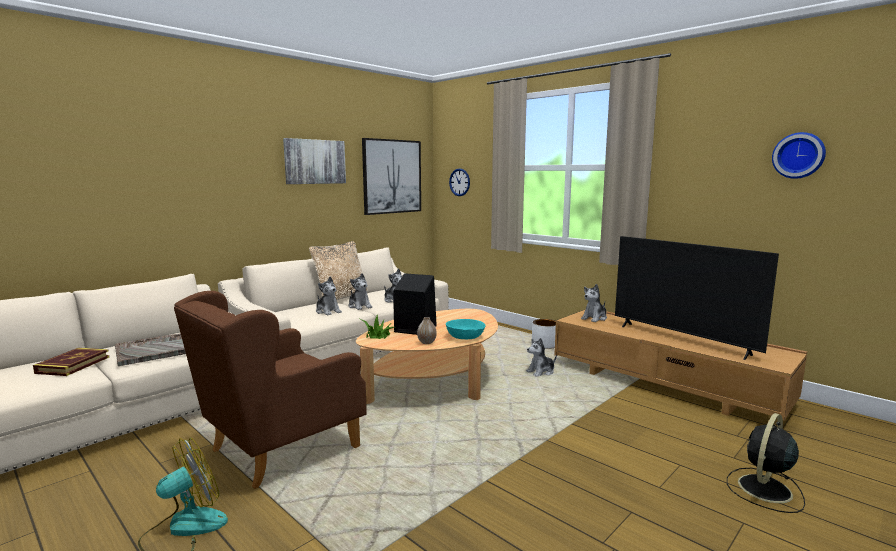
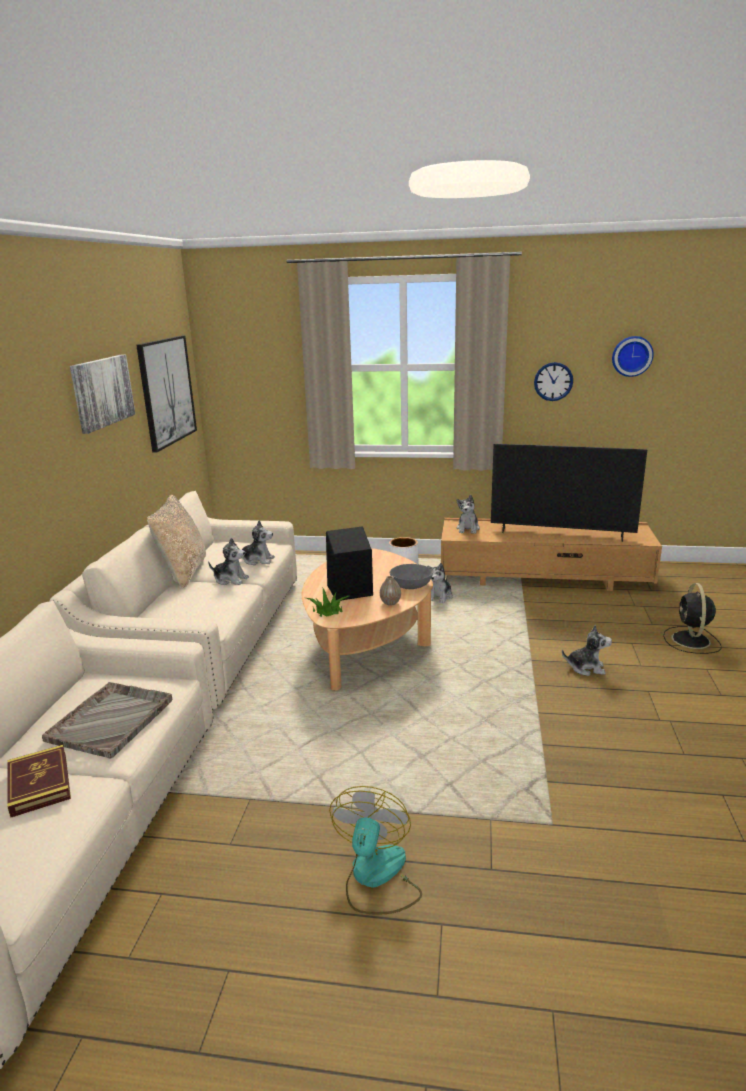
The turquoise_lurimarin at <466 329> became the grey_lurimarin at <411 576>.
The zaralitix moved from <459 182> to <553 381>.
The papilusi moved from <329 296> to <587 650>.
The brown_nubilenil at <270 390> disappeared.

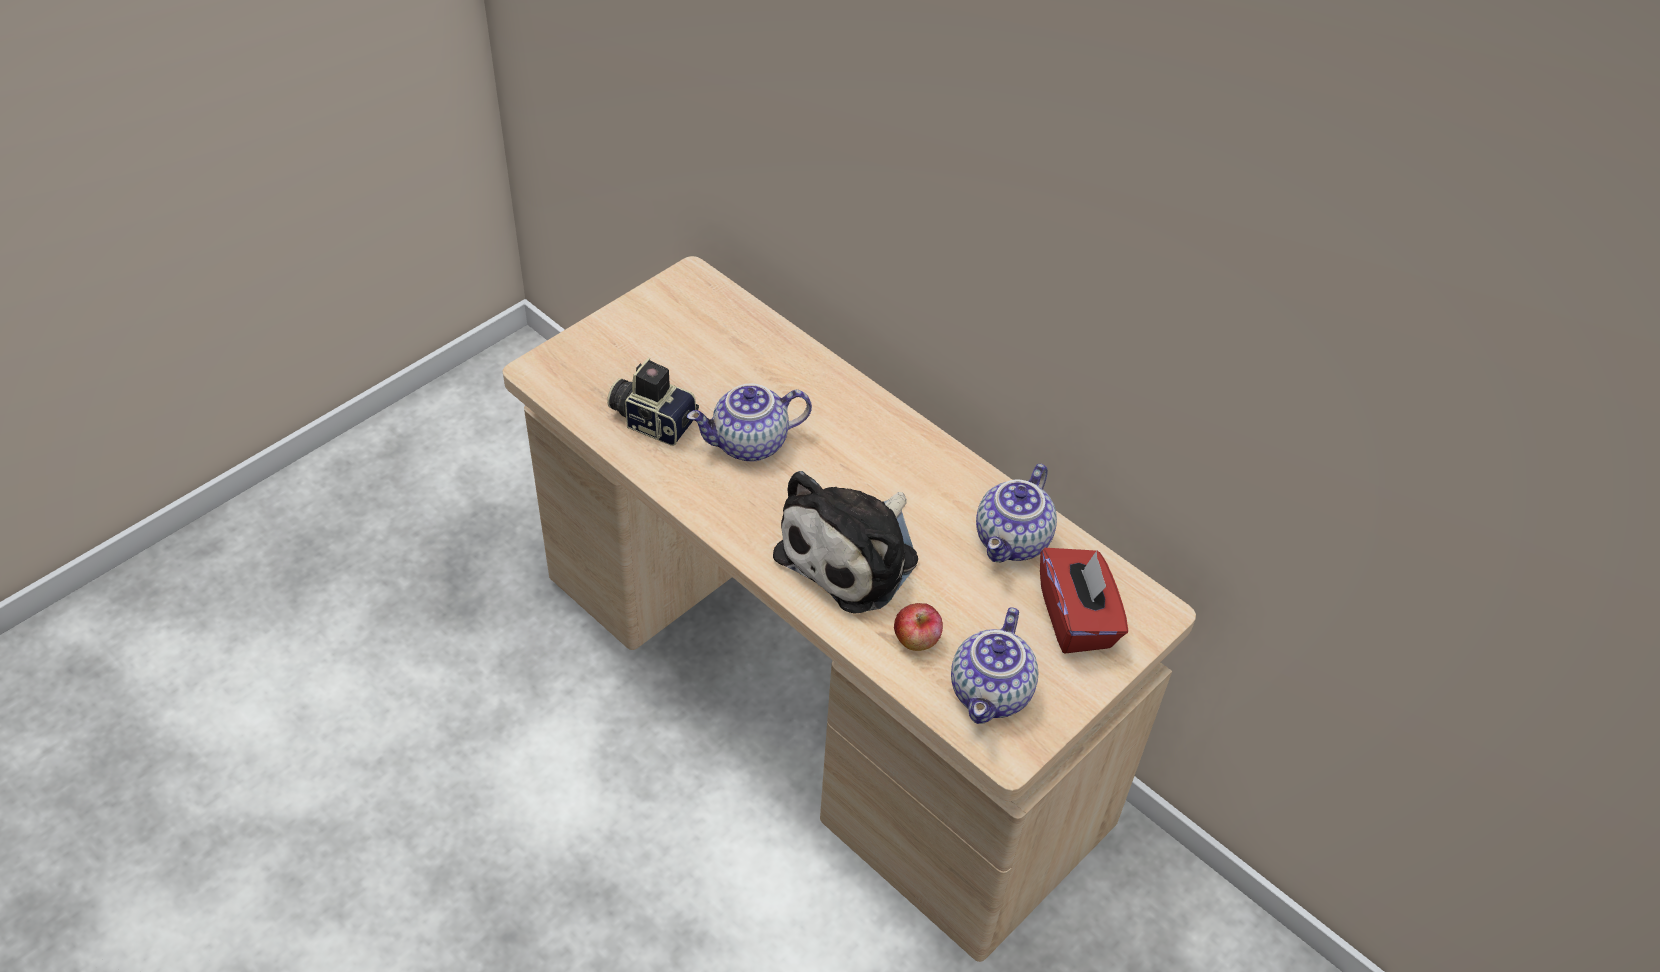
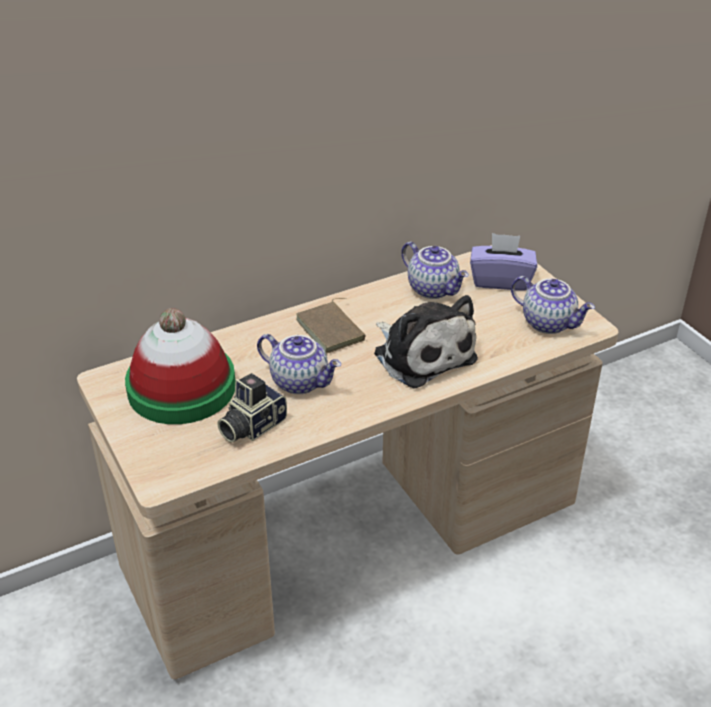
The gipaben at <180 366> appeared.
The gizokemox at <749 423> turned 60 degrees counterclockwise.
The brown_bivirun at <331 325> appeared.
The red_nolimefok at <1084 601> became the purple_nolimefok at <503 262>.
The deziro at <918 627> disappeared.

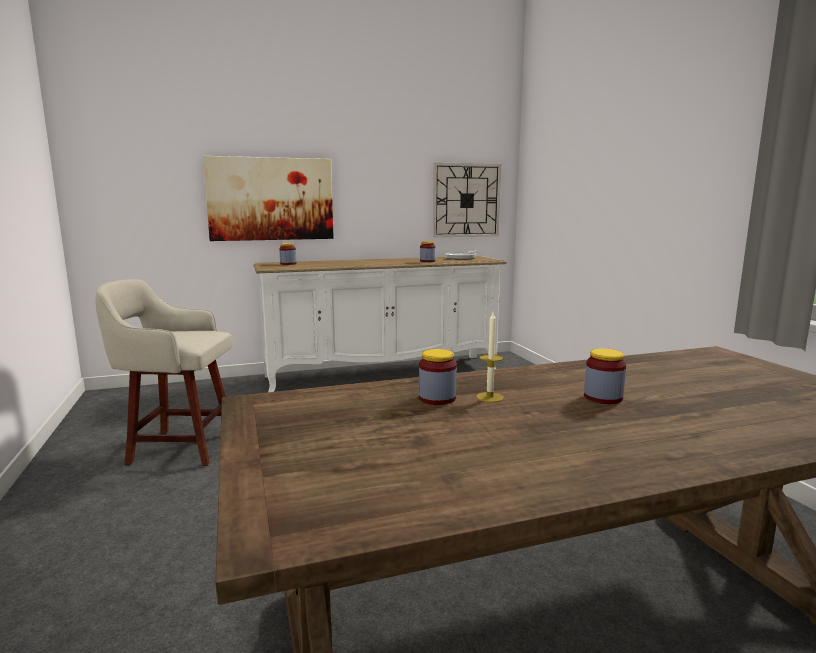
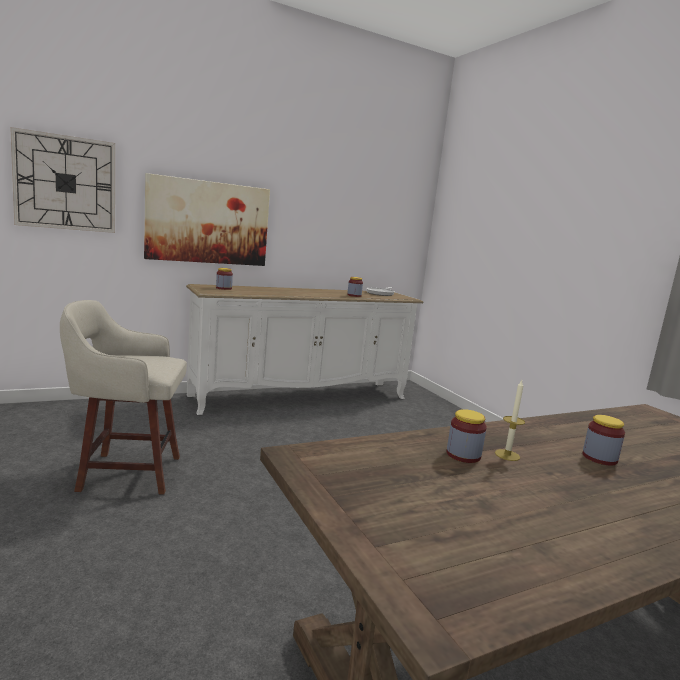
The zaralitix moved from <467 200> to <62 180>.

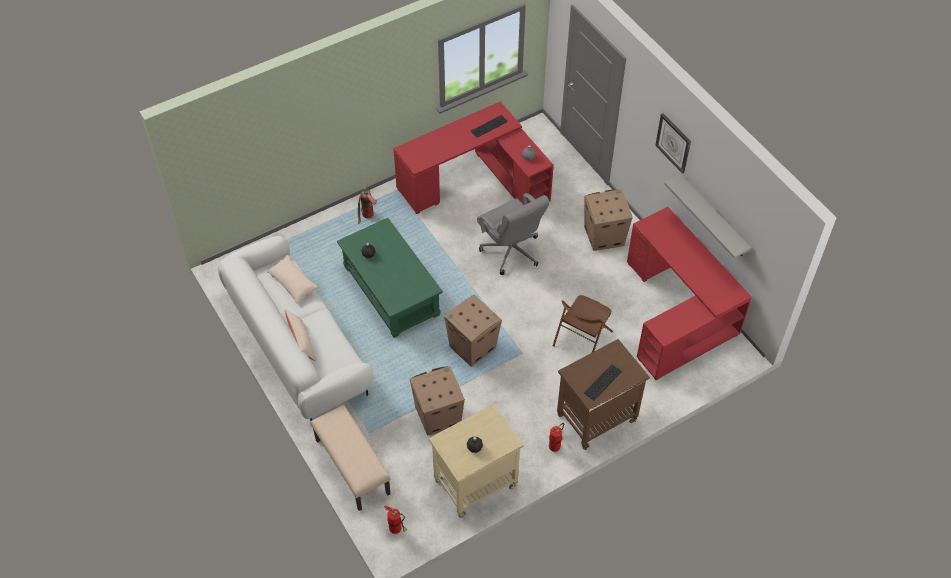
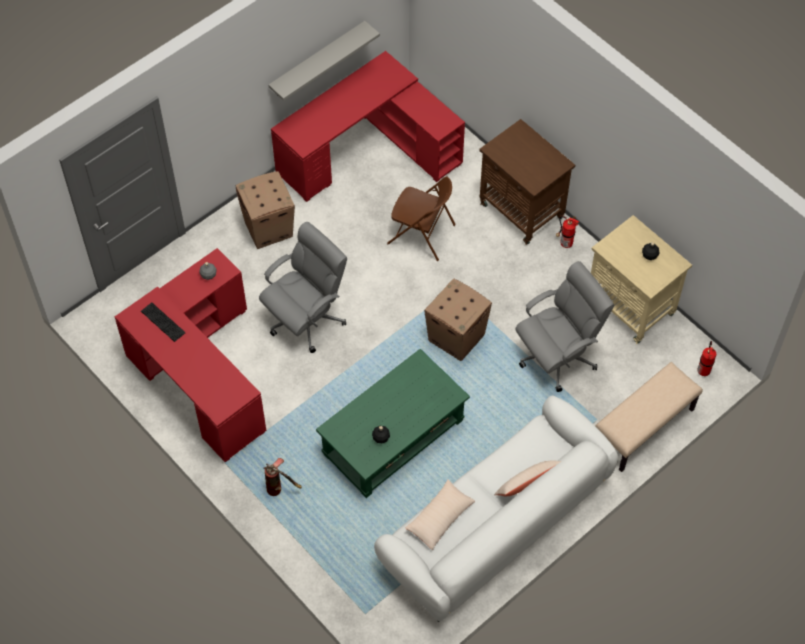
The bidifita at <437 401> was replaced by the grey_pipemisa at <565 326>.
The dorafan at <603 382> disappeared.
The zaralitix at <673 143> disappeared.

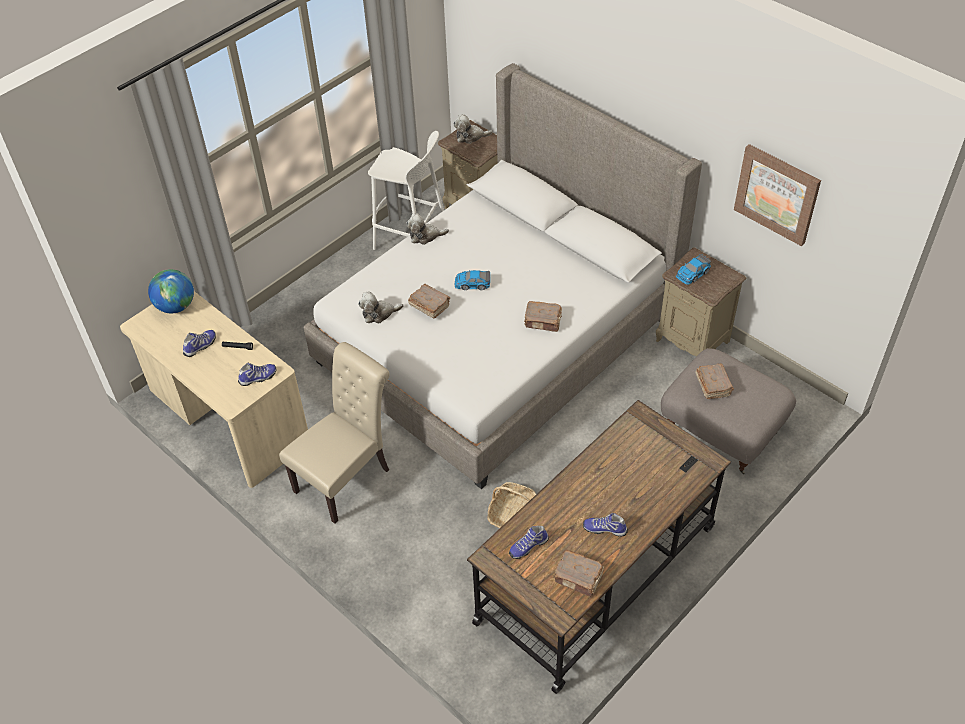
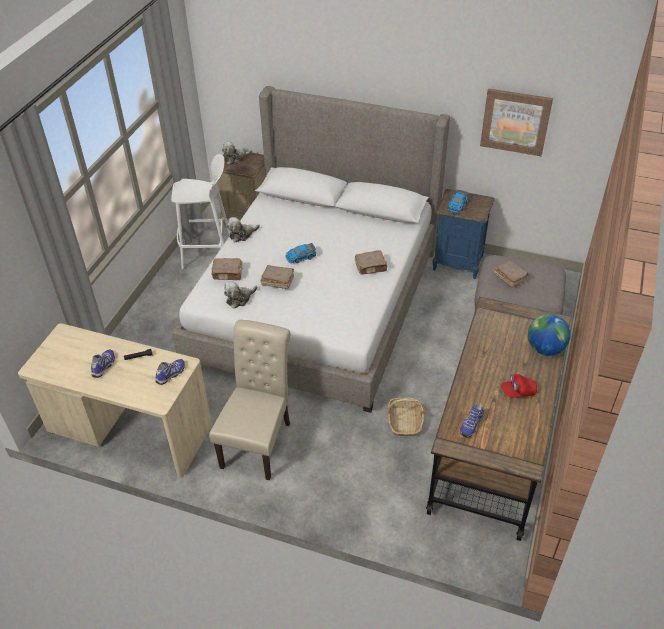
The brown_bivirun moved from <578 573> to <226 269>.
The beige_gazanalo at <701 301> became the blue_gazanalo at <463 234>.
The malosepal at <605 524> was replaced by the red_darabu at <519 386>.
The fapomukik moved from <171 291> to <549 335>.

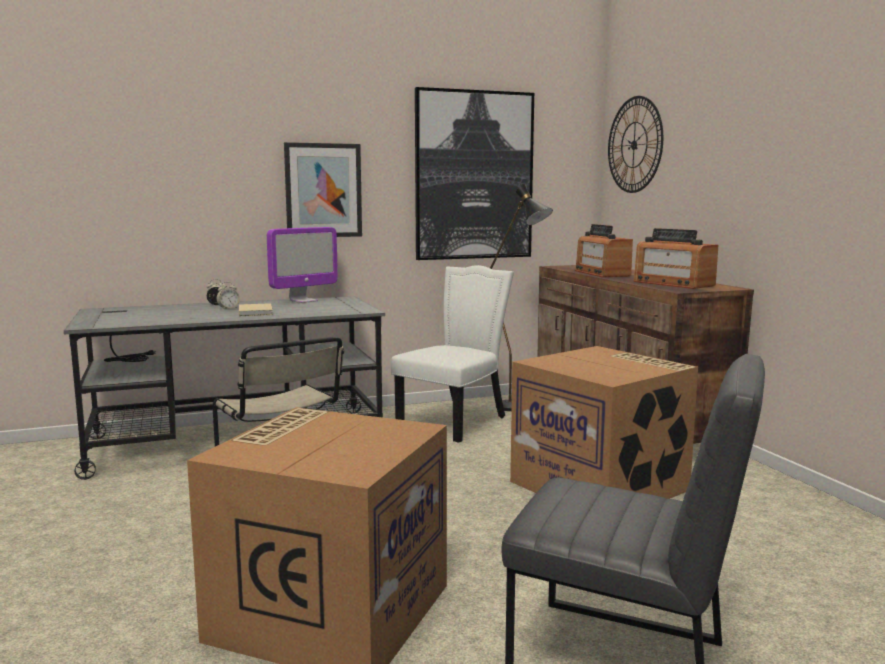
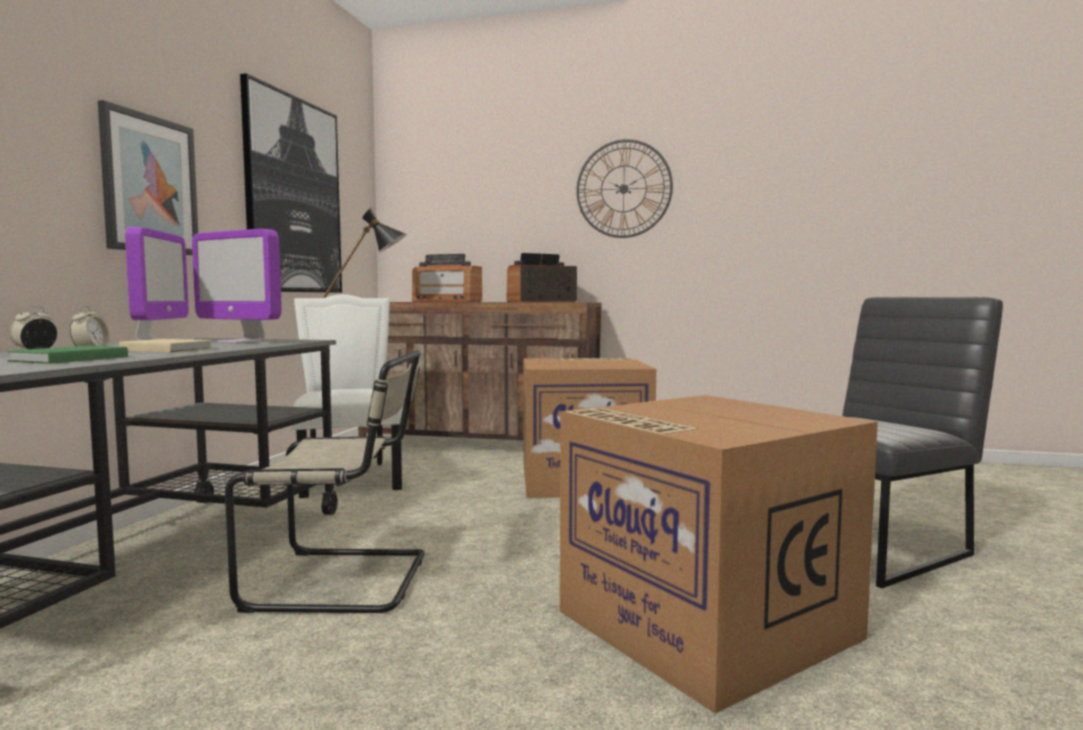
The green_bivirun at <67 355> appeared.
The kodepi at <237 286> appeared.
The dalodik at <676 258> turned 150 degrees clockwise.
The zaralitix moved from <635 144> to <624 188>.

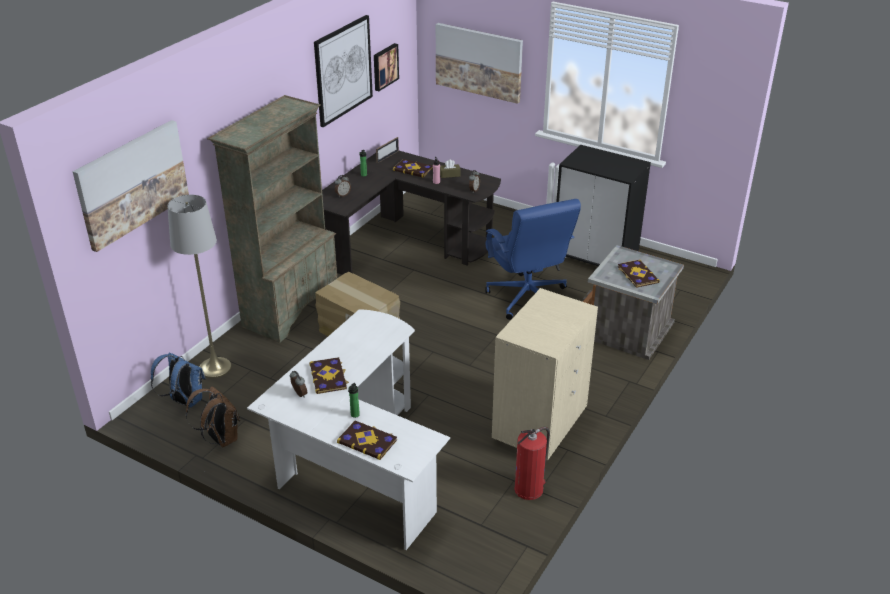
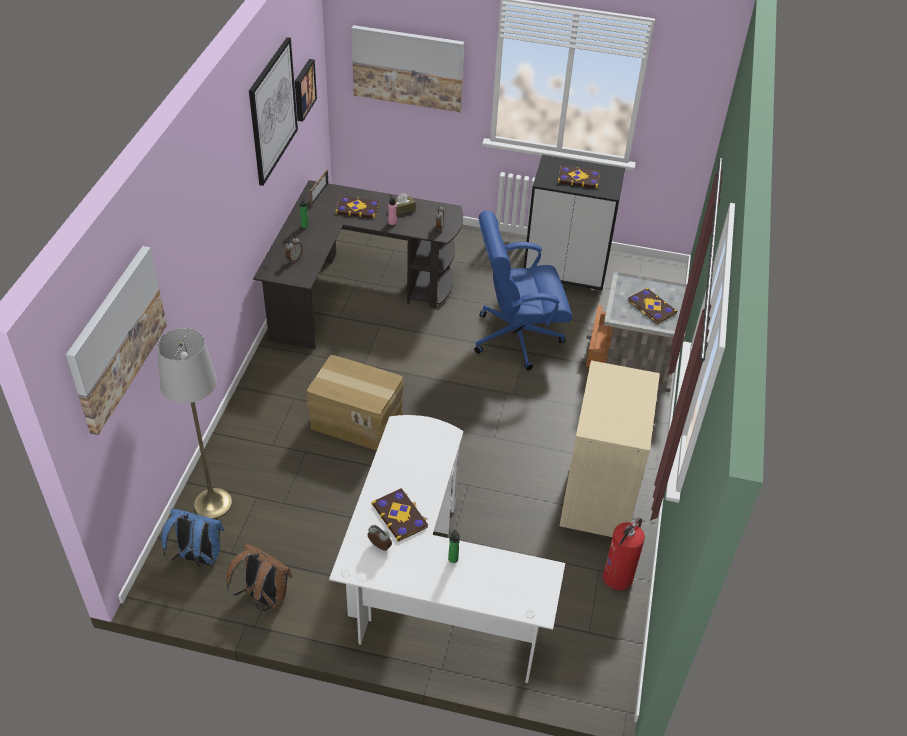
The blue_pipemisa at <533 259> turned 120 degrees clockwise.
The bivirun moved from <367 440> to <578 177>.
The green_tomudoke at <272 219> disappeared.

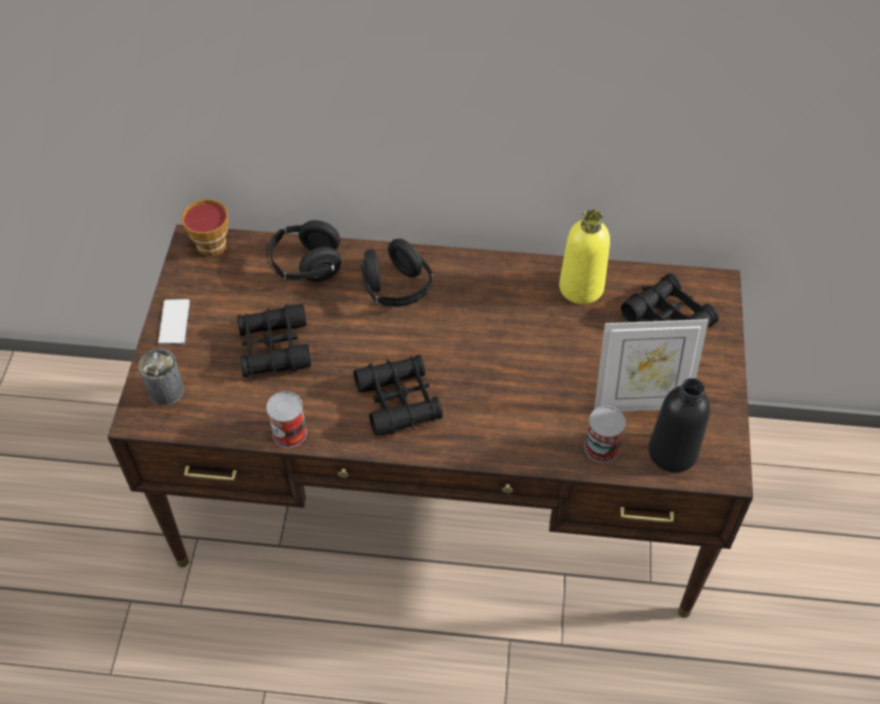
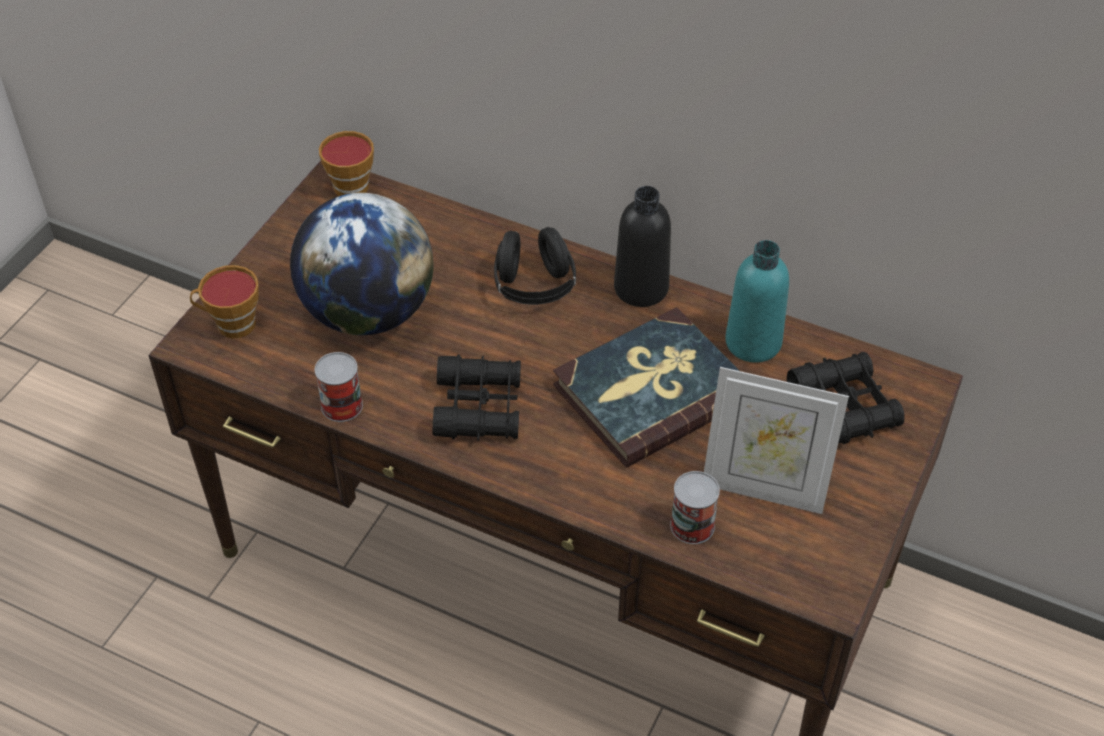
The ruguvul at <161 377> was replaced by the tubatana at <224 301>.
The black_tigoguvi at <274 340> was replaced by the fapomukik at <362 264>.
The bivirun at <646 387> appeared.
The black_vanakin moved from <679 425> to <642 246>.
The yellow_vanakin at <584 256> became the turquoise_vanakin at <757 301>.
The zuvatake at <174 322> disappeared.
The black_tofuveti at <303 251> disappeared.

